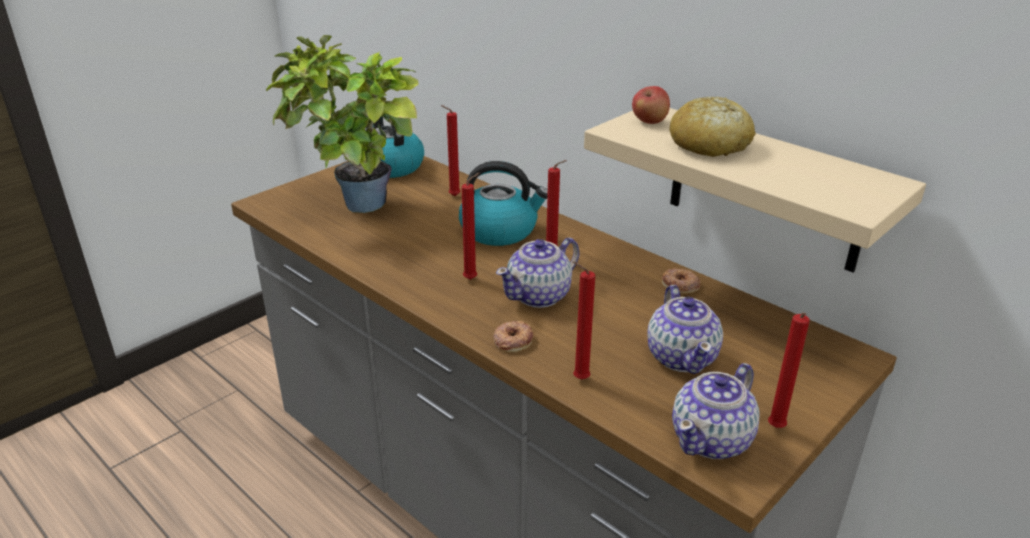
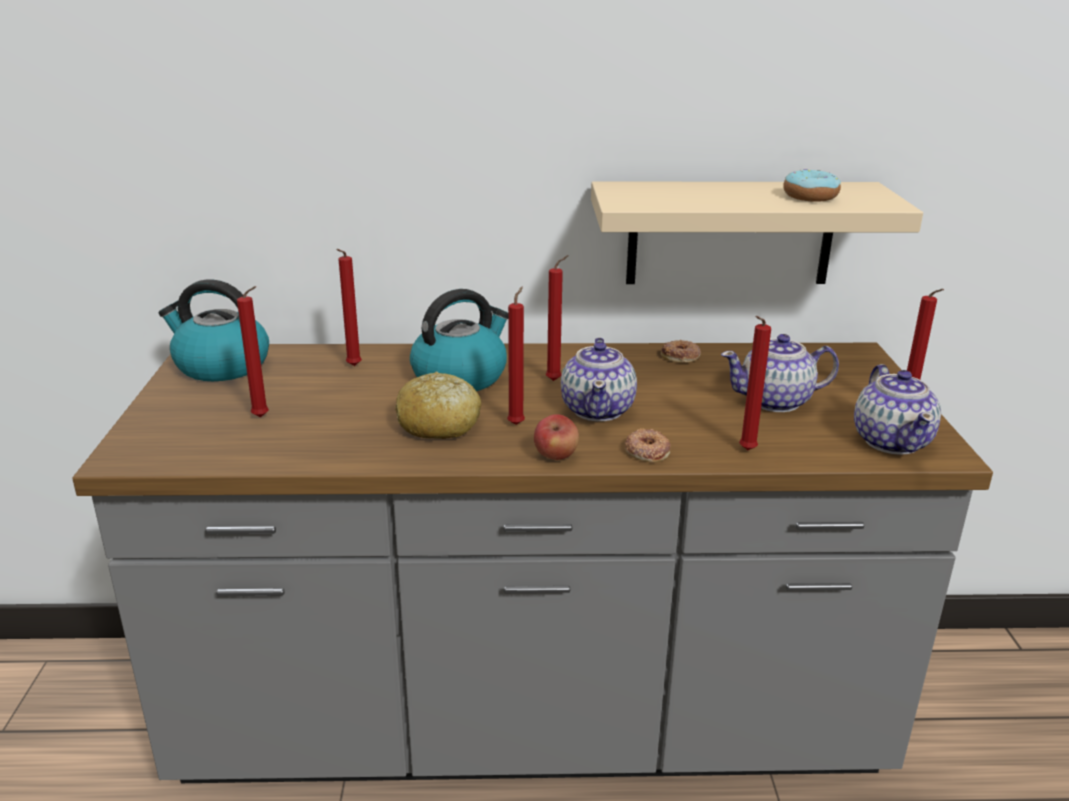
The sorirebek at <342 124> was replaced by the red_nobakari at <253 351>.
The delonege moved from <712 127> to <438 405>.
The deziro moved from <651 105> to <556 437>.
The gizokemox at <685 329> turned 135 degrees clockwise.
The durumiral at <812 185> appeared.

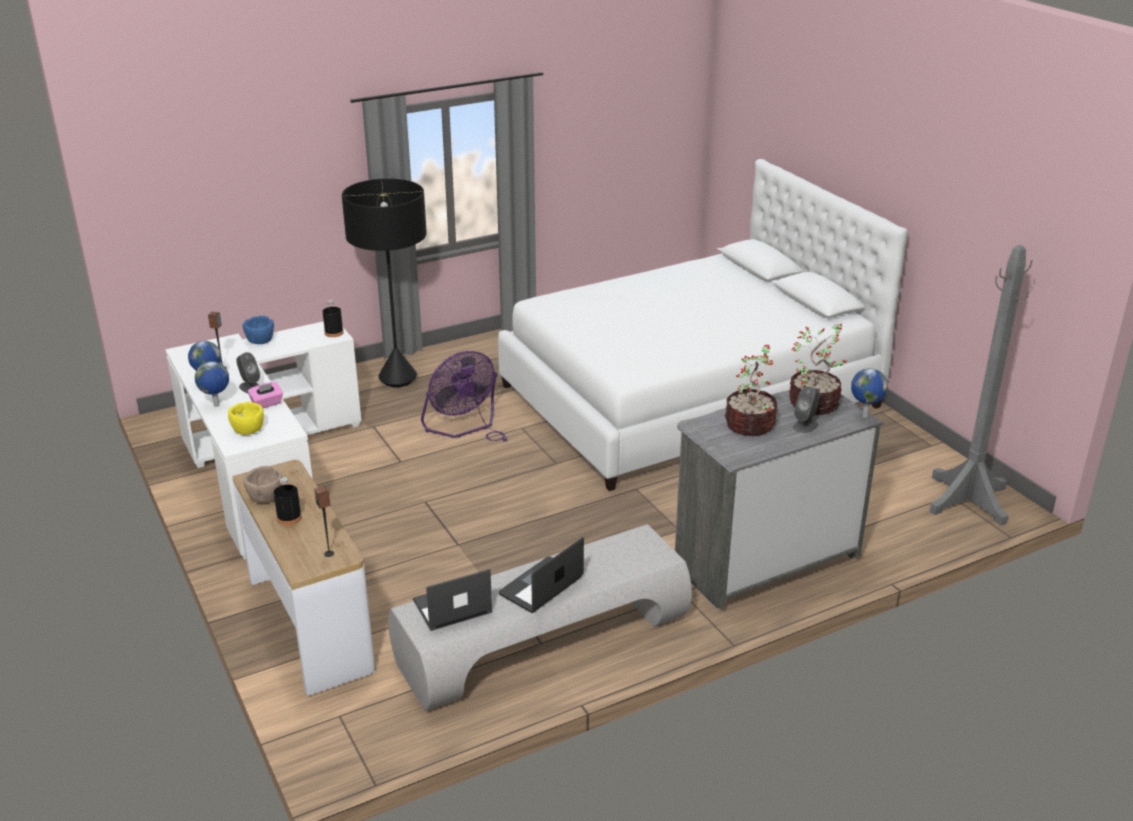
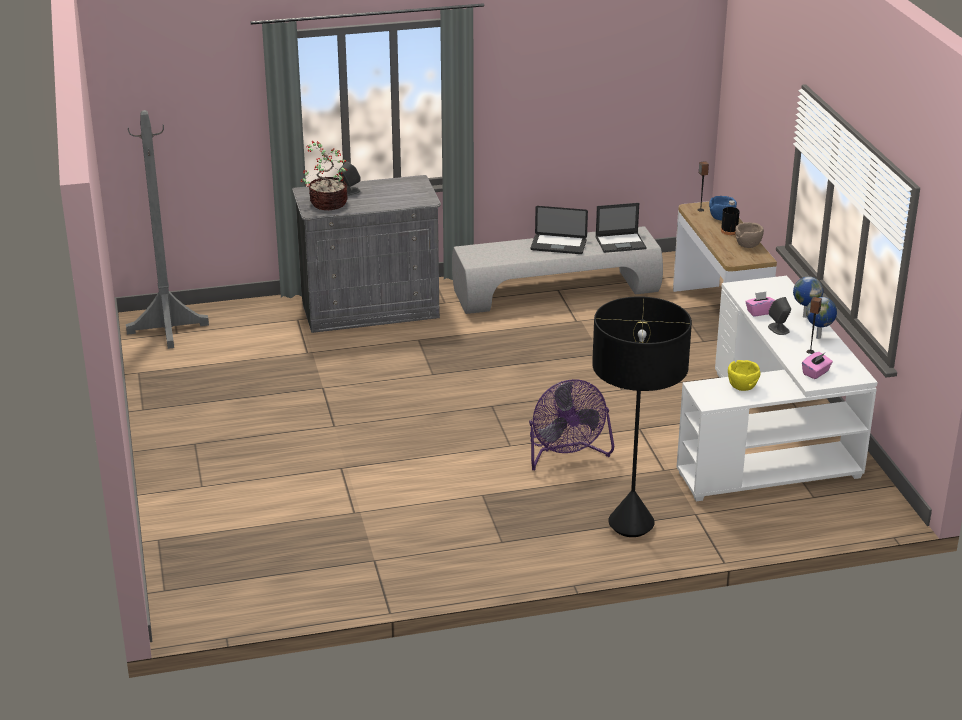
The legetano at <541 575> turned 45 degrees clockwise.
The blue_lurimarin moved from <258 330> to <723 208>.
The yellow_lurimarin moved from <246 418> to <744 375>.
The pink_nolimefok at <817 365> appeared.
The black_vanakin at <333 318> disappeared.
The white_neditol at <703 325> disappeared.
The sorirebek at <751 390> disappeared.
The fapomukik at <869 393> disappeared.

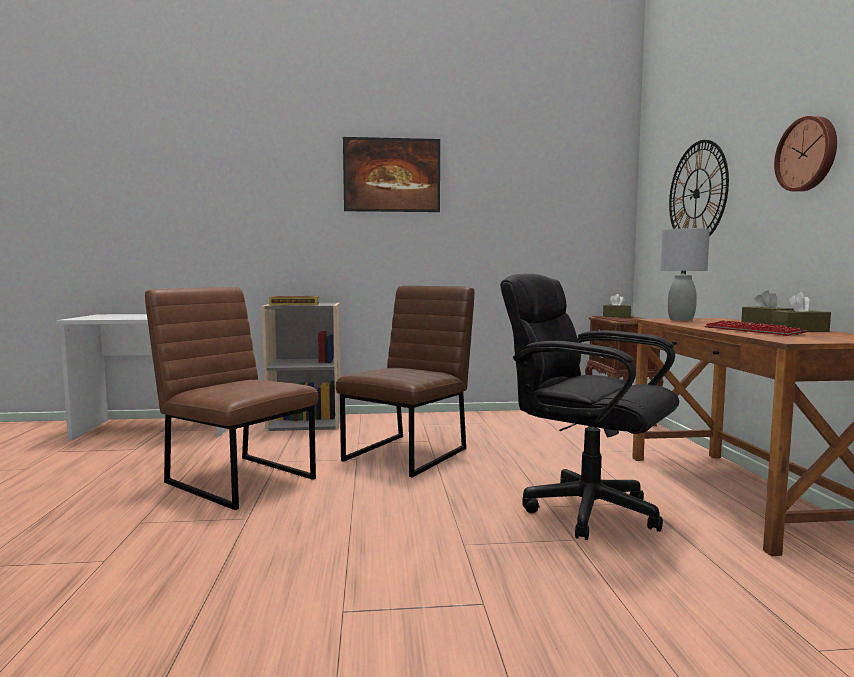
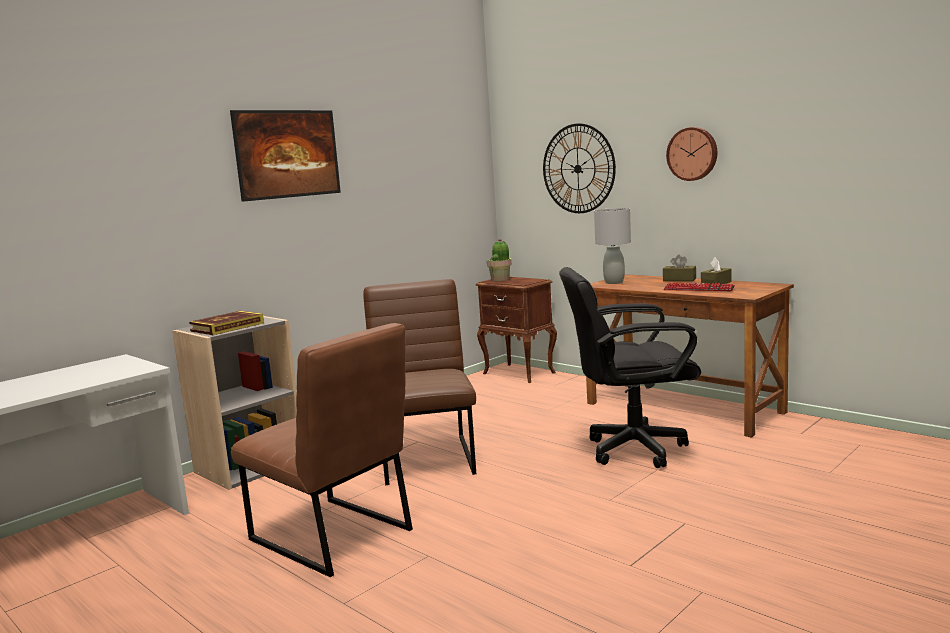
The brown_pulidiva at <231 398> turned 135 degrees counterclockwise.
The brown_nolimefok at <617 305> was replaced by the sorirebek at <499 260>.

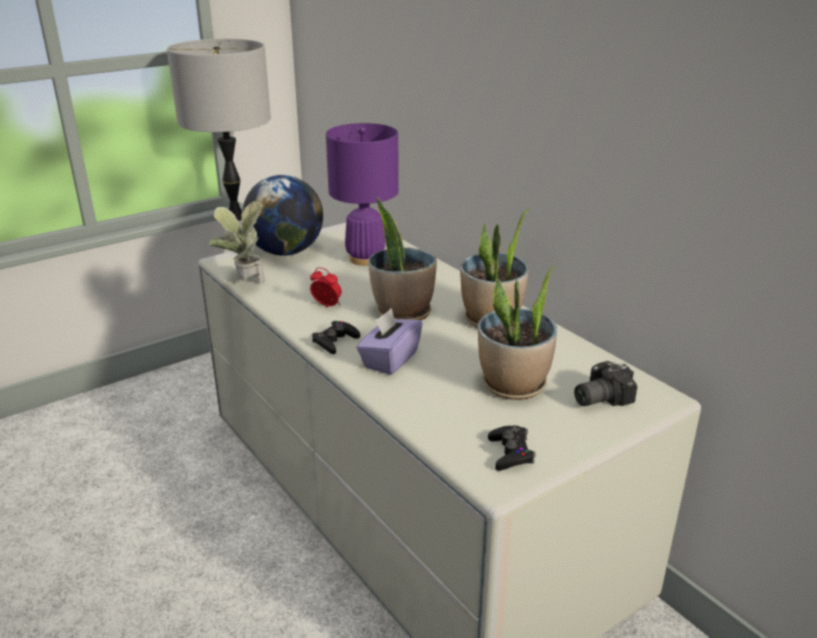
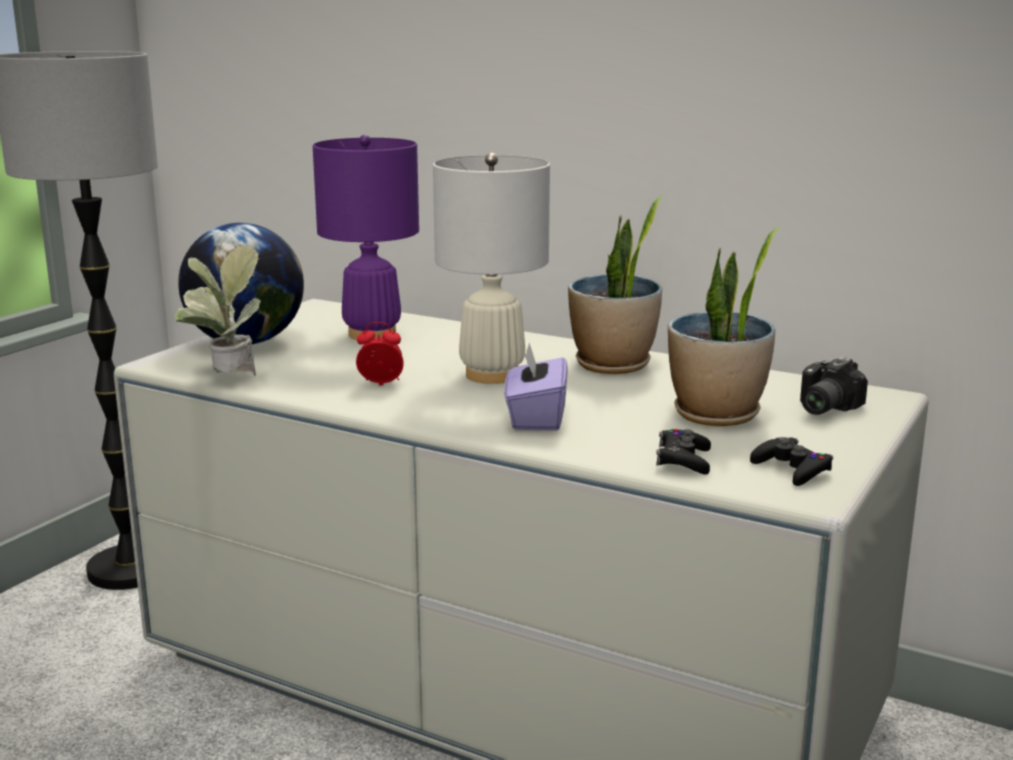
The sorirebek at <402 258> was replaced by the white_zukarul at <491 268>.
The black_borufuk moved from <336 337> to <683 451>.

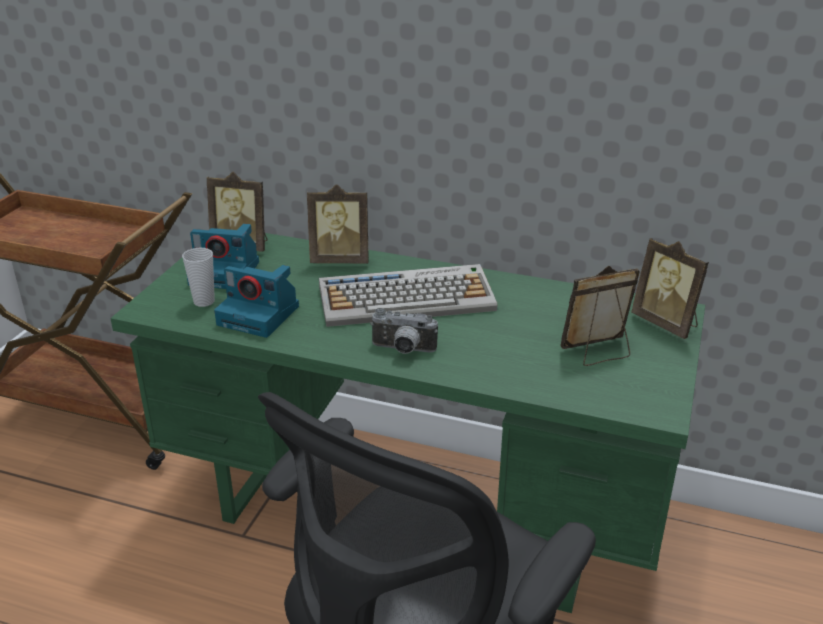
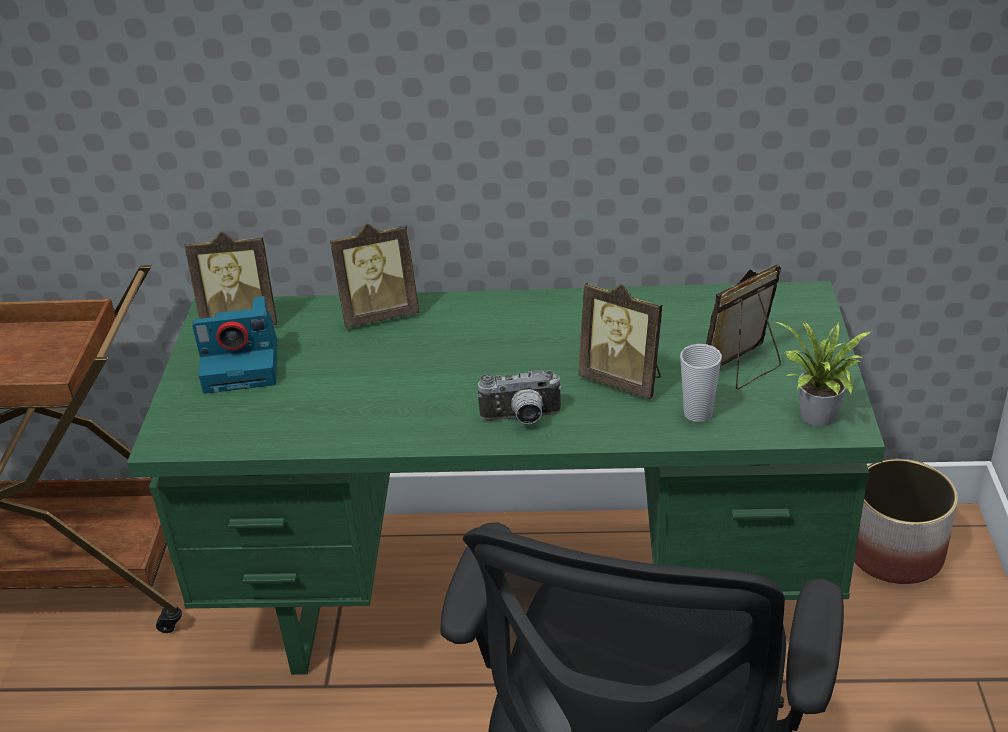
The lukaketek moved from <670 288> to <620 340>.
The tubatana moved from <198 277> to <701 383>.
The sorirebek at <825 373> appeared.
The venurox at <906 521> appeared.
The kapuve at <256 301> disappeared.
The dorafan at <408 295> disappeared.

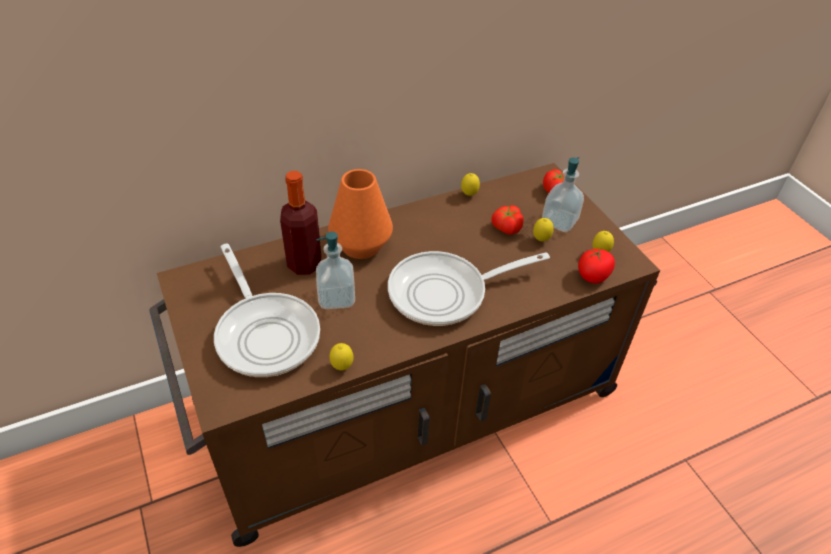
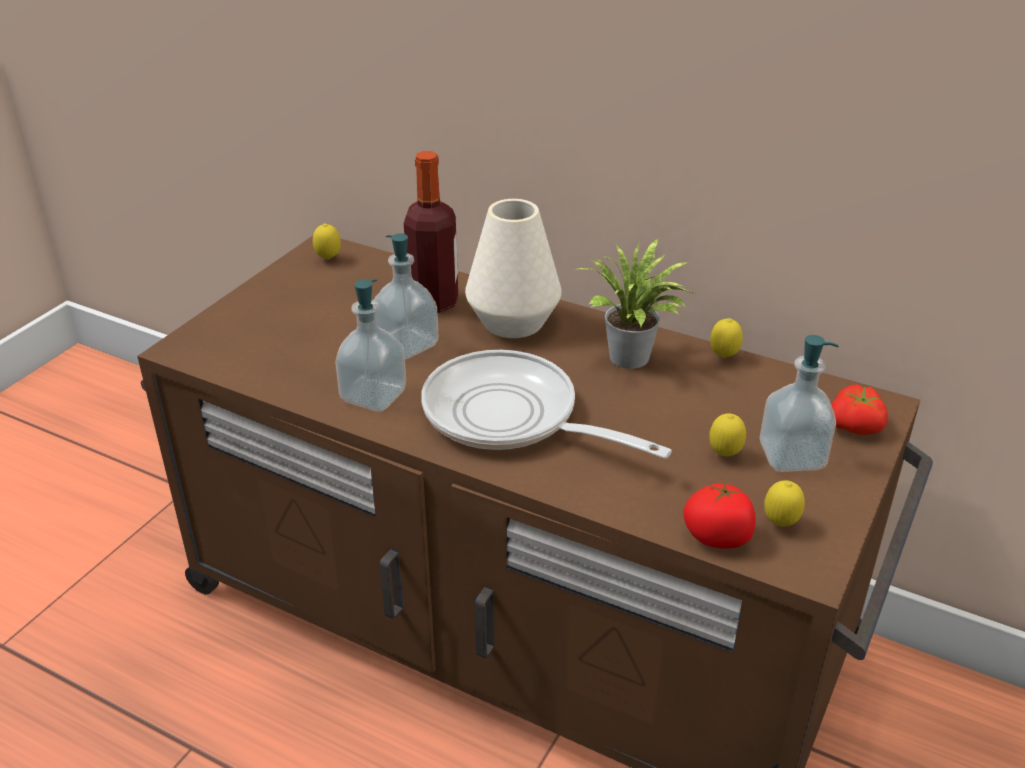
The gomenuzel moved from <341 357> to <327 242>.
The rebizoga at <370 345> appeared.
The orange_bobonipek at <360 214> became the white_bobonipek at <513 268>.
The sorirebek at <634 304> appeared.
The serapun at <267 310> disappeared.
The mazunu at <507 220> disappeared.

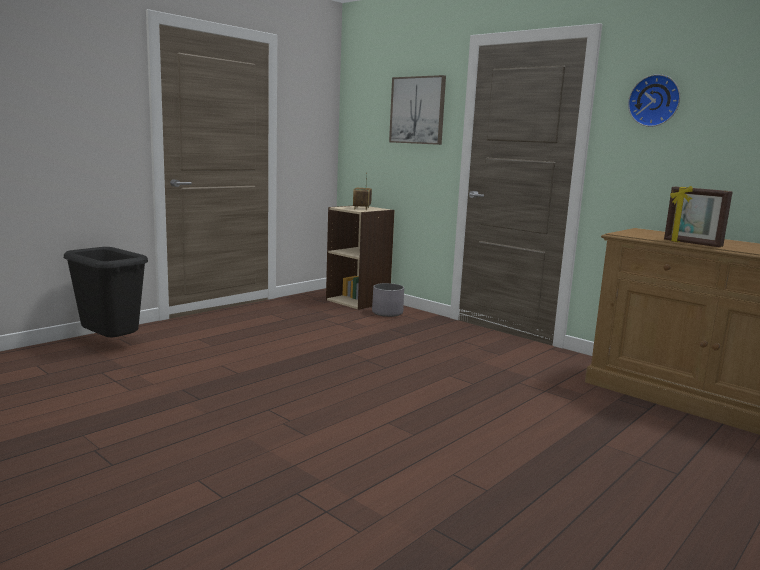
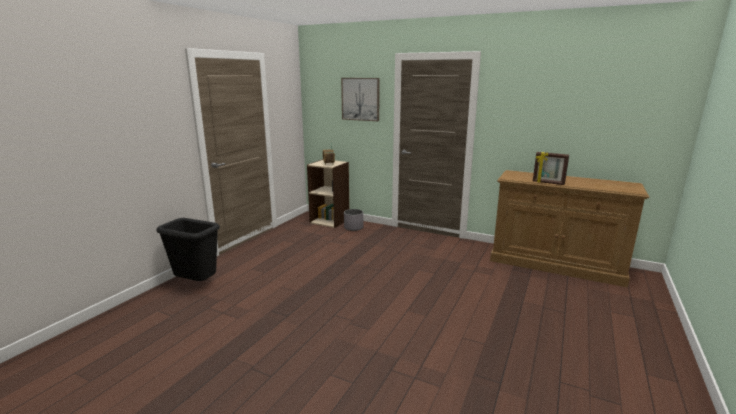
The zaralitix at <654 100> disappeared.

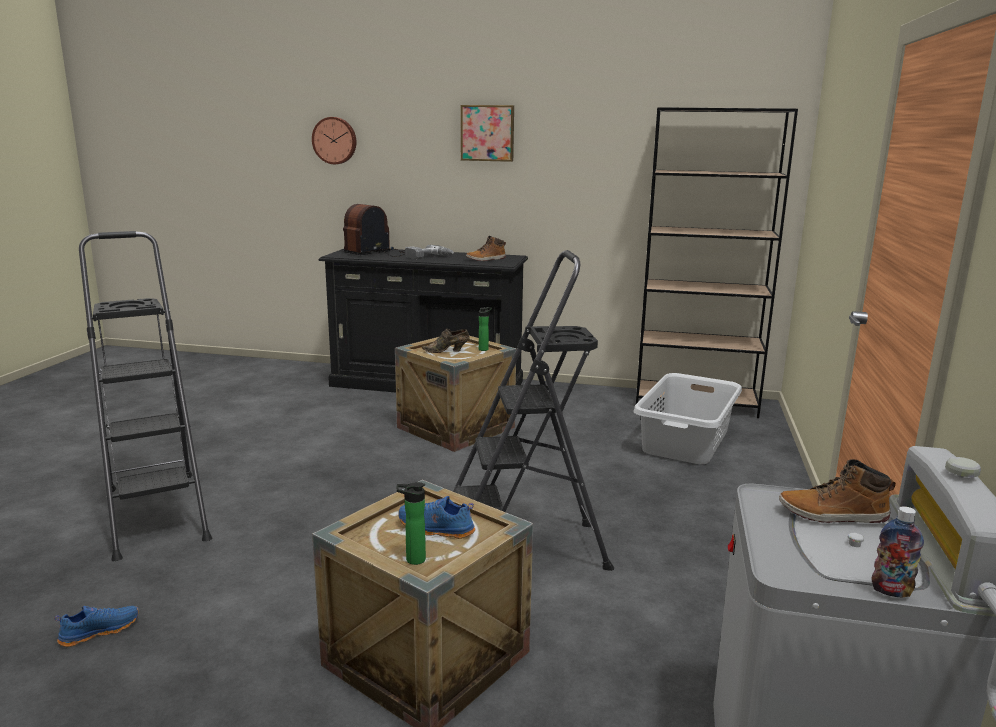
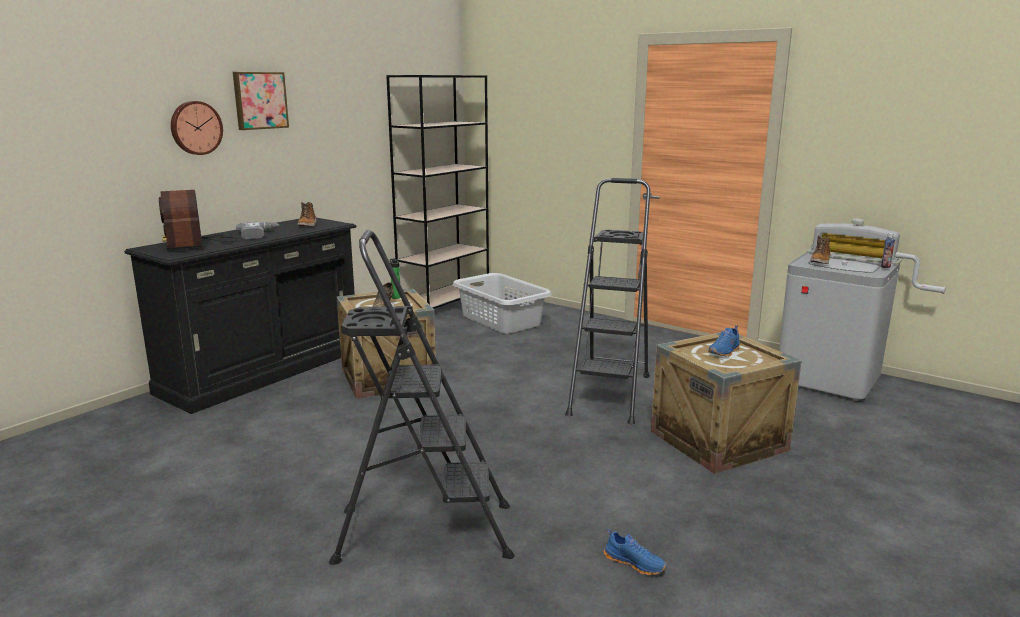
The zaralitix moved from <334 140> to <197 128>.
The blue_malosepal at <96 626> turned 135 degrees clockwise.
The vanakin at <411 523> disappeared.

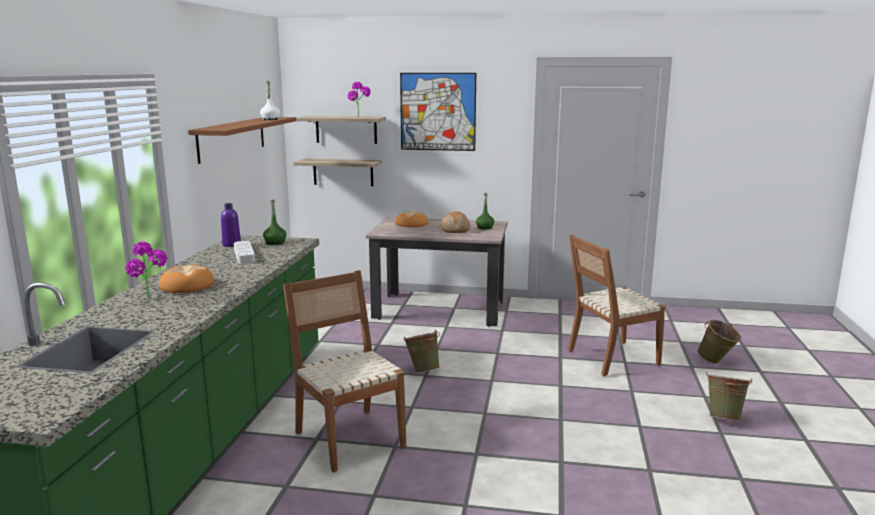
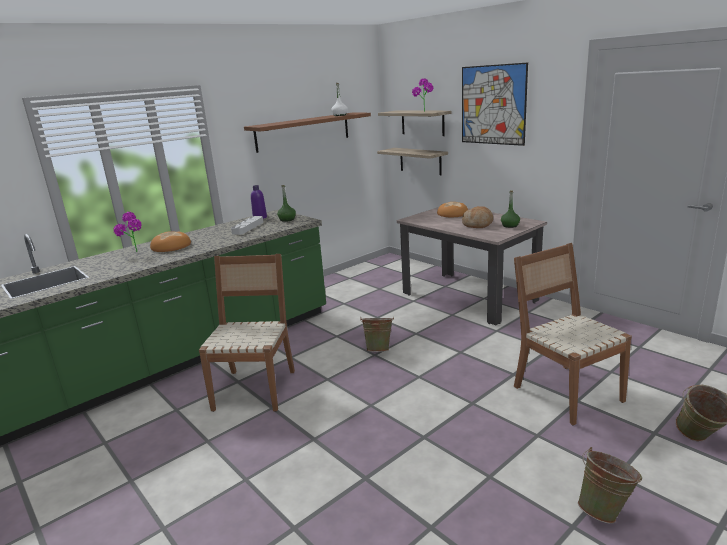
The pulidiva at <616 305> turned 45 degrees clockwise.

